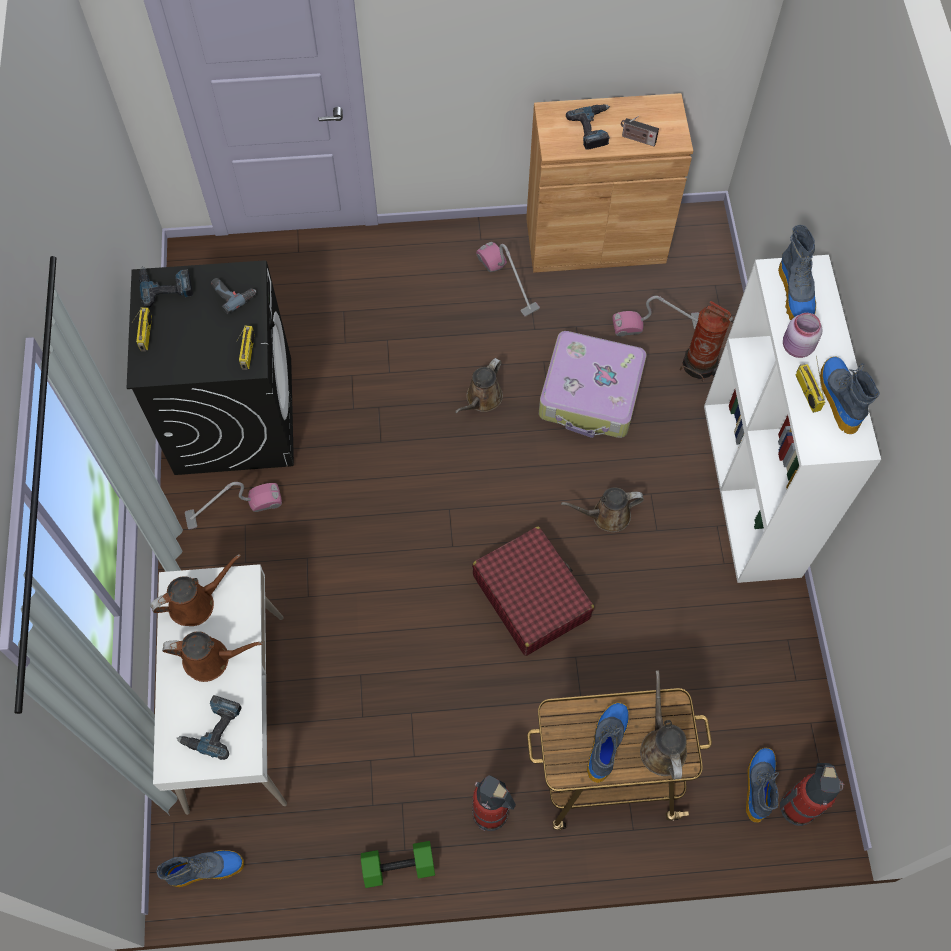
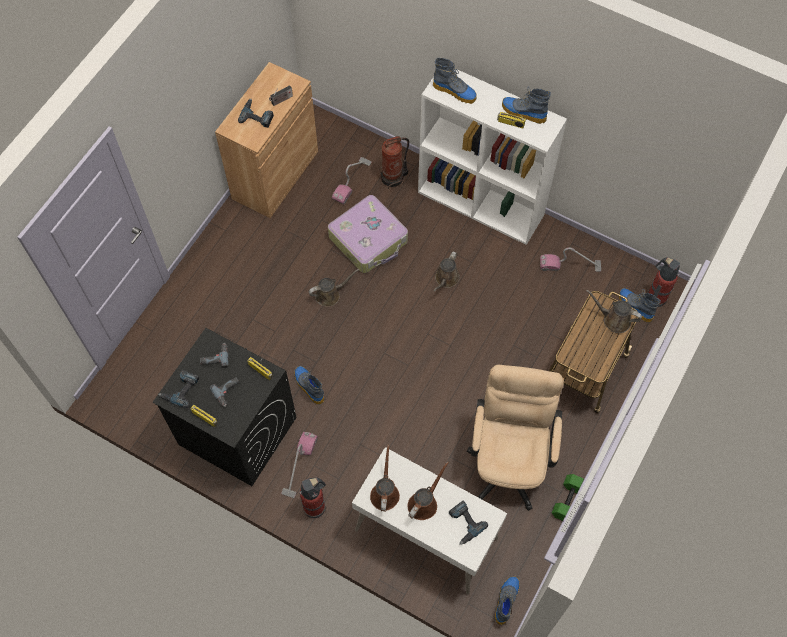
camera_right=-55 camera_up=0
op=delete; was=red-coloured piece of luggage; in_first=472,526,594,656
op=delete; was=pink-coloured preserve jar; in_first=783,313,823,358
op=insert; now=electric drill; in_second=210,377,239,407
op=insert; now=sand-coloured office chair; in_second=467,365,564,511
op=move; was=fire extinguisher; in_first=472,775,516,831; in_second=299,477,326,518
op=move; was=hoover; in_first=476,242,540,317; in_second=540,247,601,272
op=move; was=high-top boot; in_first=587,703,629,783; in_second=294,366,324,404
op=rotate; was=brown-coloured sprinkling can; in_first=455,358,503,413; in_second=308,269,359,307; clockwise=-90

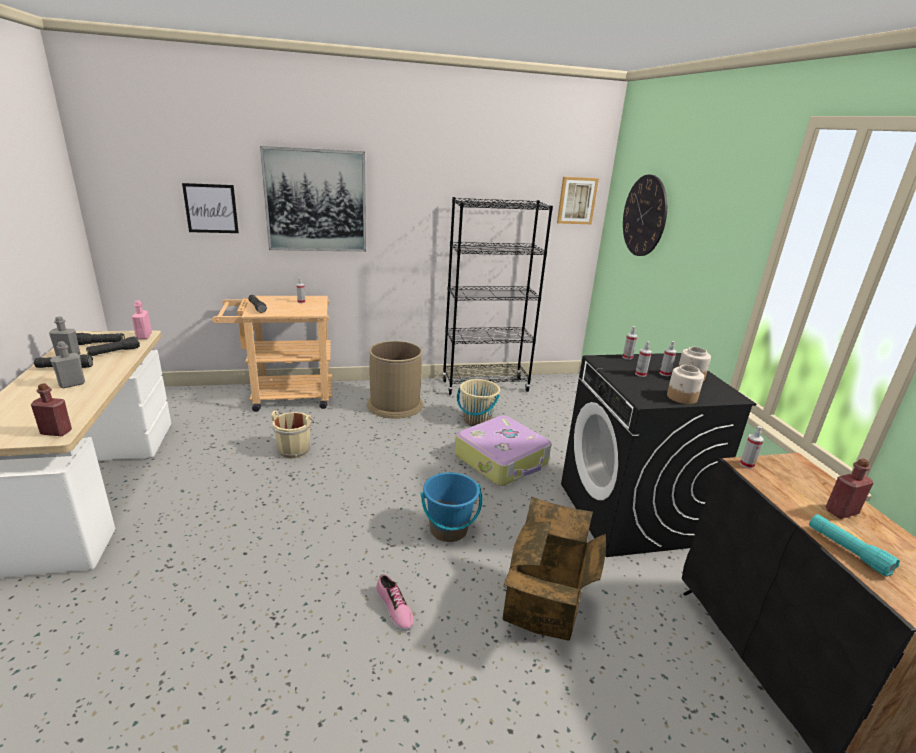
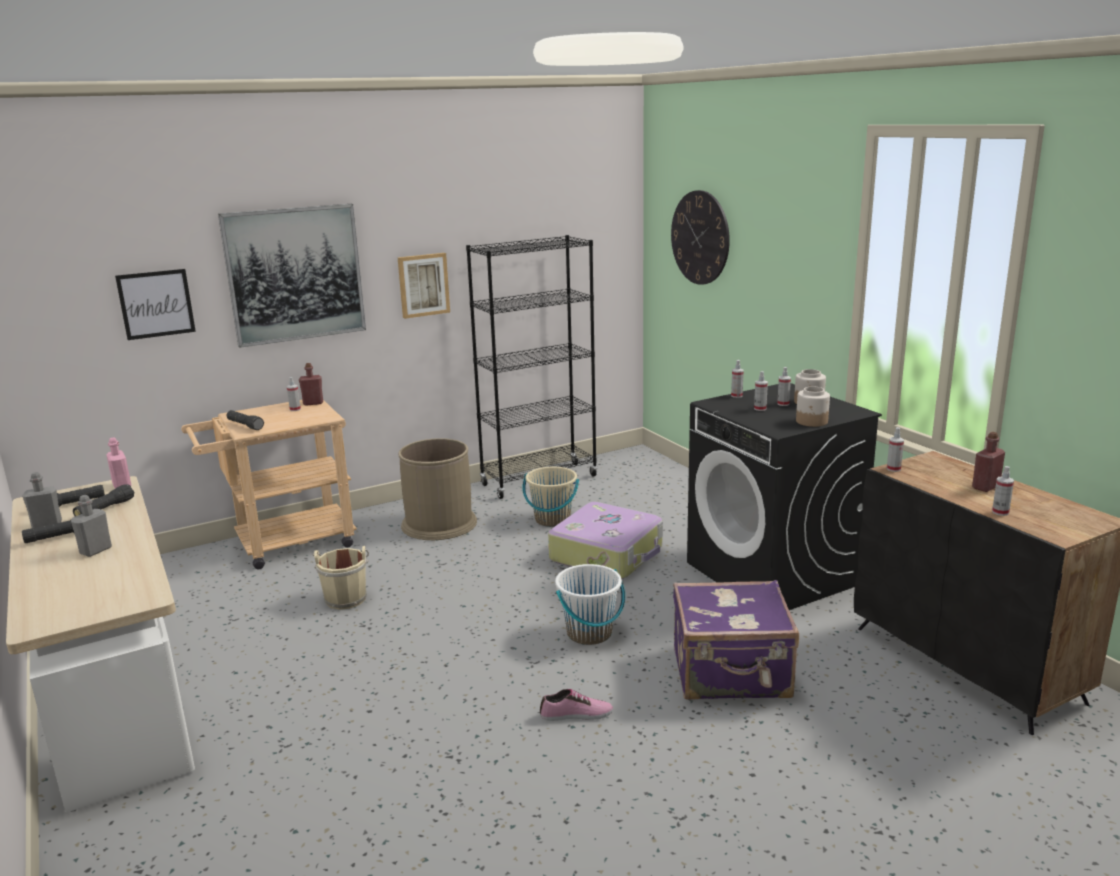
camera_right=-15 camera_up=-5
op=move; was=red-coloured beverage bottle; in_first=31,383,72,436; in_second=299,363,323,406
op=move; was=picture; in_first=557,177,599,224; in_second=398,253,450,319
op=replace; was=cardboard box; now=purplish piece of luggage; in_first=502,496,606,641; in_second=673,580,799,700
op=replace; was=turquoise flashlight; now=sprayer; in_first=809,514,900,576; in_second=992,466,1014,516
op=recolor; was=blue-coloured pail; now=whitish pail; in_first=420,472,482,542; in_second=555,564,625,645
op=rotate; was=low shoe; in_first=376,574,414,631; in_second=540,689,613,721; clockwise=-45

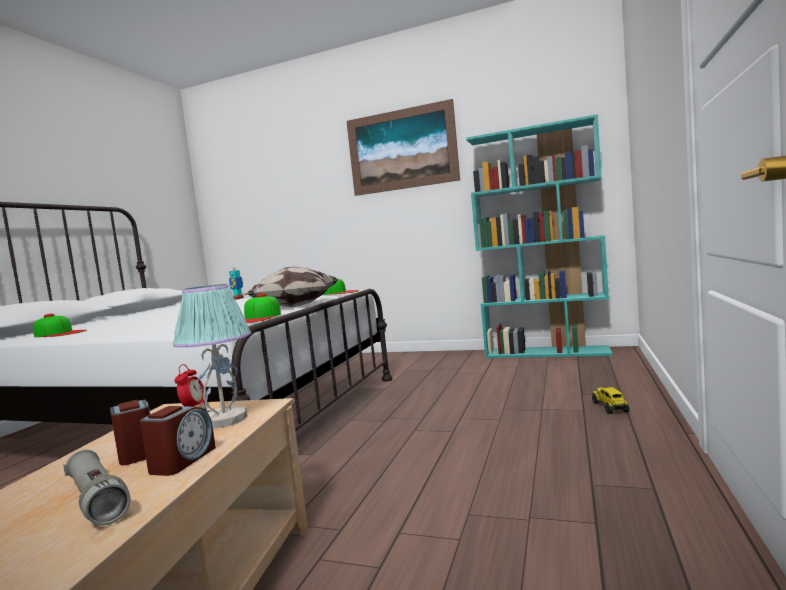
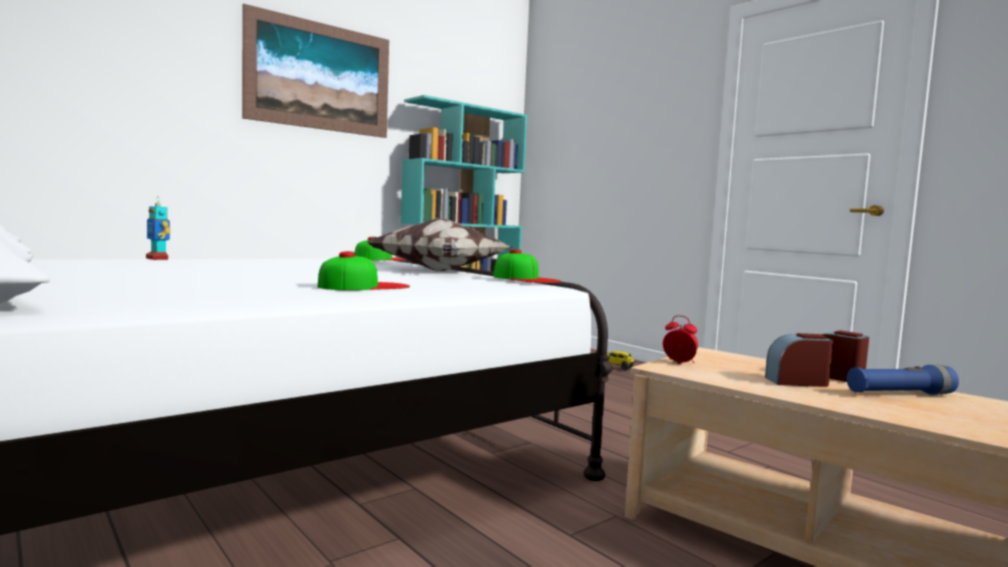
camera_right=-60 camera_up=0
op=delete; was=tabletop lamp; in_first=173,284,251,428
op=move; was=baseball cap; in_first=33,314,87,337; in_second=318,251,410,290
op=recolor; was=grey flashlight; now=blue-coloured flashlight; in_first=63,449,131,526; in_second=847,365,959,395

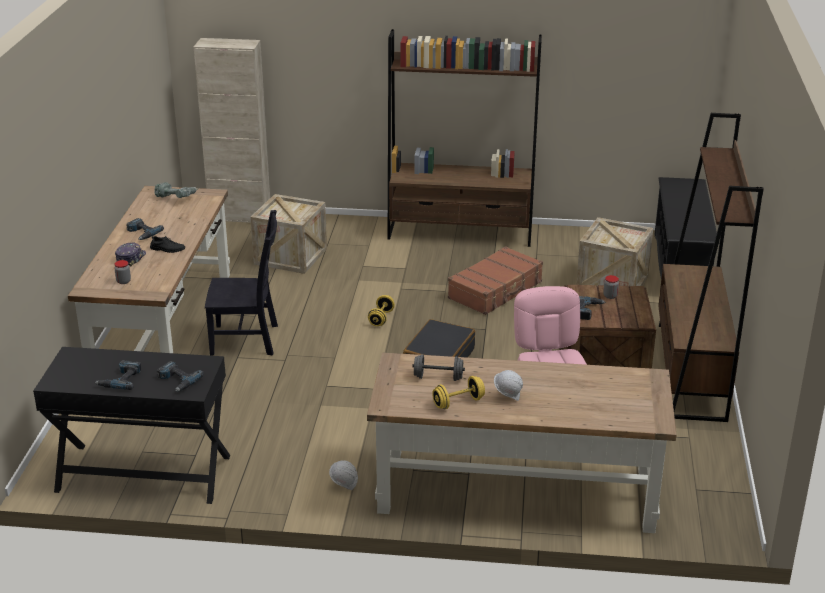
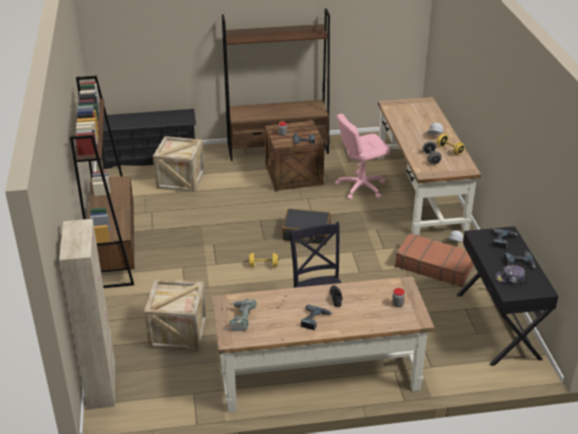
camera_right=-105 camera_up=5
op=move; was=baseball cap; in_first=115,243,146,266; in_second=495,265,525,284
op=move; was=brown-coloured piece of luggage; in_first=448,246,543,315; in_second=395,233,474,287

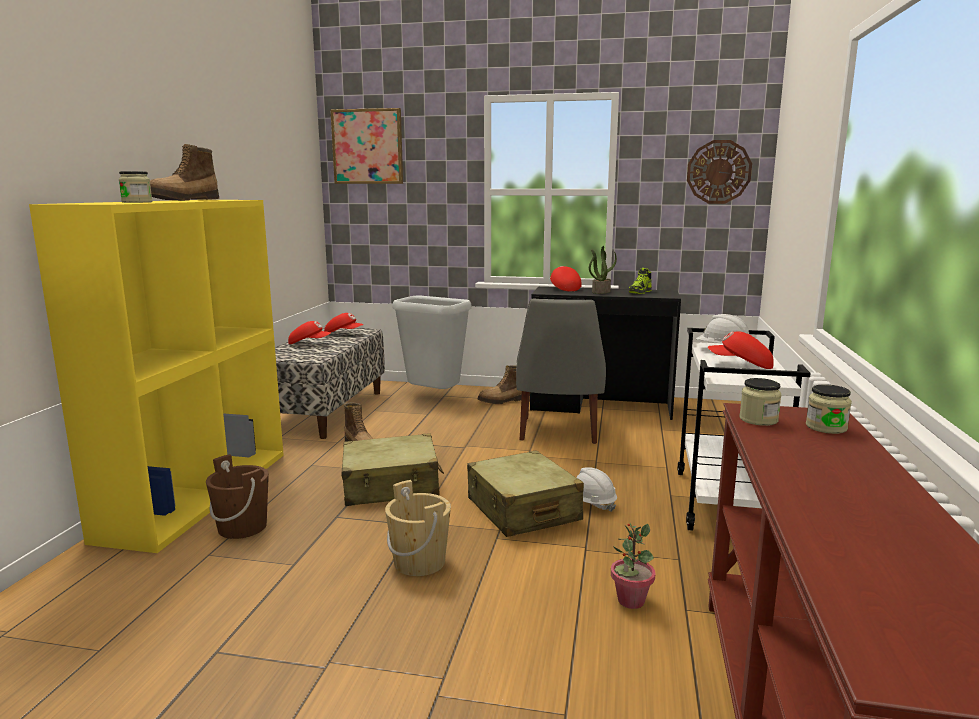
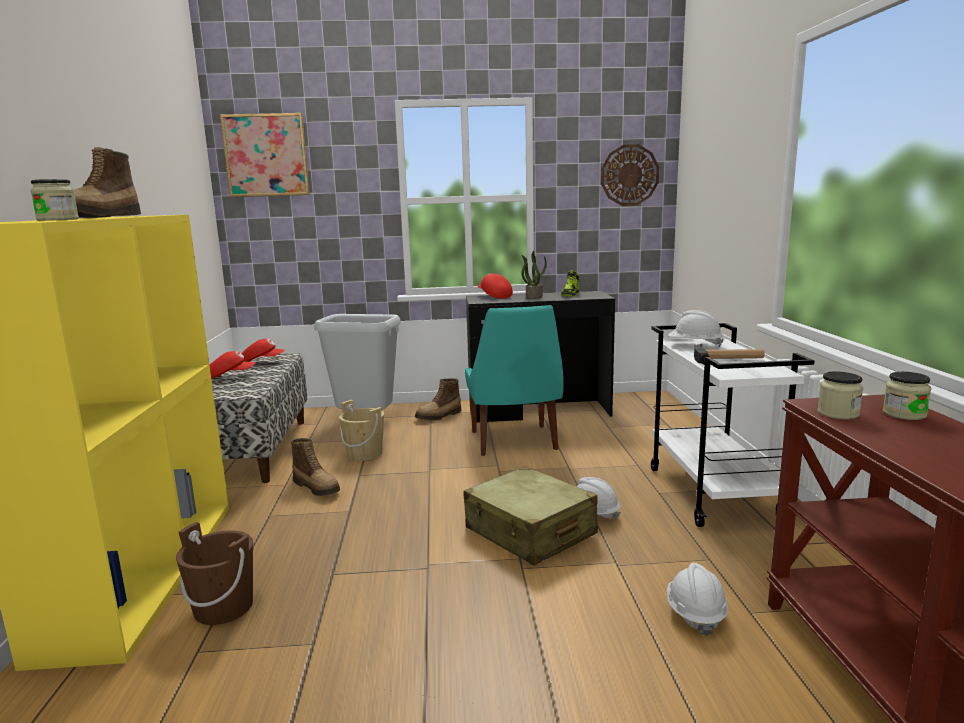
camera_right=-15 camera_up=0
op=delete; was=sand-coloured piece of luggage; in_first=341,433,444,506
op=move; was=sand-coloured pail; in_first=385,480,451,576; in_second=339,400,384,461
op=replace; was=houseplant; now=whitish safety helmet; in_first=611,523,655,609; in_second=667,563,728,636
op=replace; was=red-coloured baseball cap; now=hammer; in_first=708,331,774,369; in_second=694,344,765,365
op=recolor; was=grey upright chair; now=turquoise upright chair; in_first=516,299,606,444; in_second=465,305,564,456

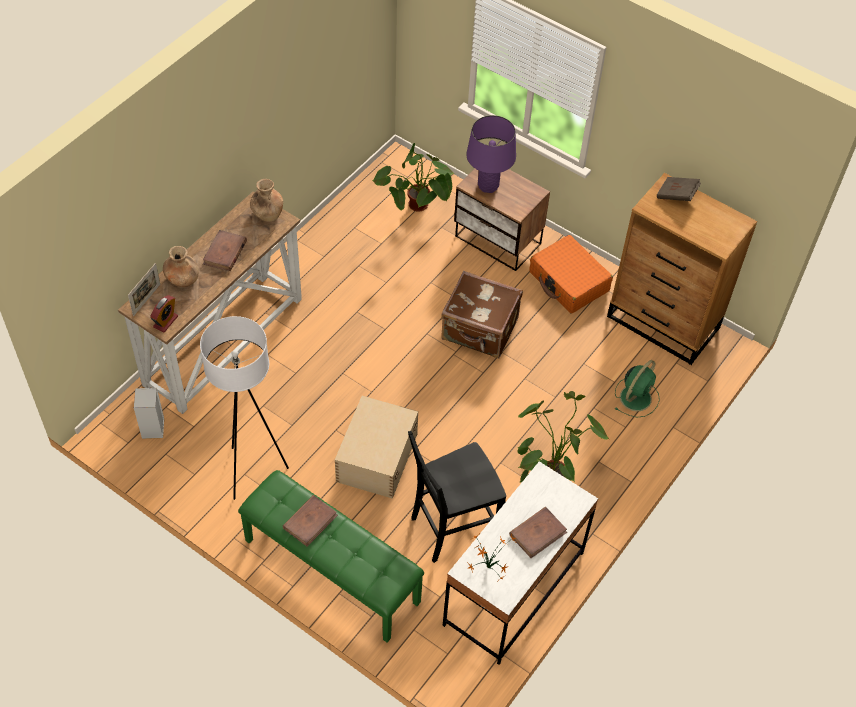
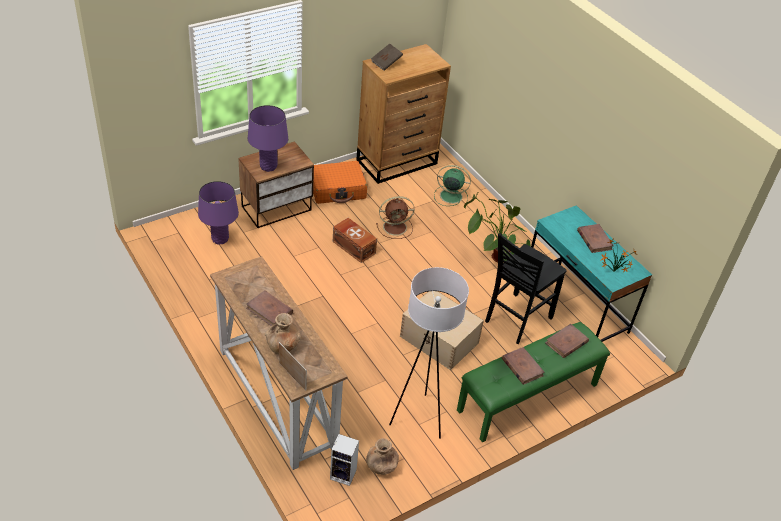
camera_right=-70 camera_up=-10
op=delete; was=alarm clock; in_first=150,295,178,332
op=insert; now=brown-coloured cooling fan; in_second=376,196,415,239
op=insert; now=brown-coloured volume; in_second=545,324,589,358
op=move; was=brown-coloured flower vase; in_first=250,179,283,222; in_second=366,438,399,475
op=replace; was=houseplant; now=purplish tabletop lamp; in_first=372,143,455,212; in_second=198,181,239,244
op=replace; was=brown-coloured piece of luggage; now=brown-coloured storage container; in_first=441,271,523,358; in_second=333,218,377,263
op=recolor; was=whitish desk; now=turquoise desk; in_first=443,461,598,665; in_second=531,205,652,342
op=rotate; was=blackish upright chair; in_first=408,431,506,563; in_second=485,233,567,344; clockwise=45
op=rotate; was=greenish cooling fan; in_first=615,360,660,418; in_second=434,165,471,206; clockwise=-45

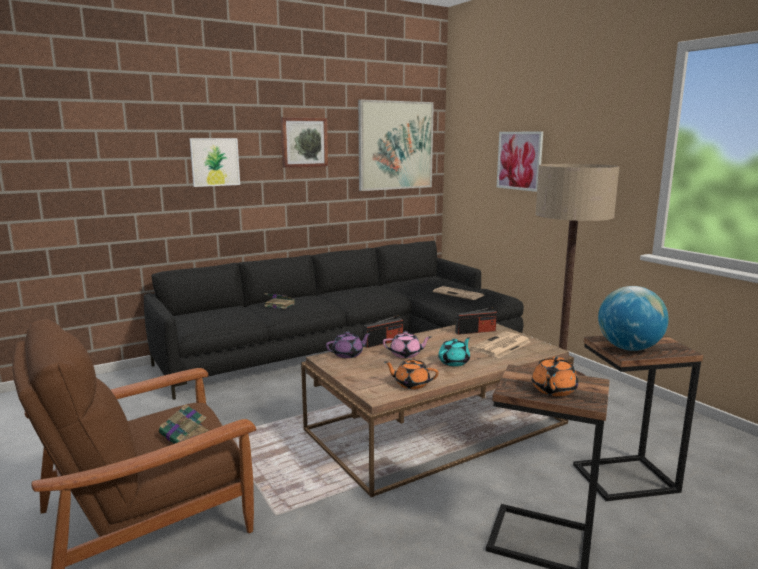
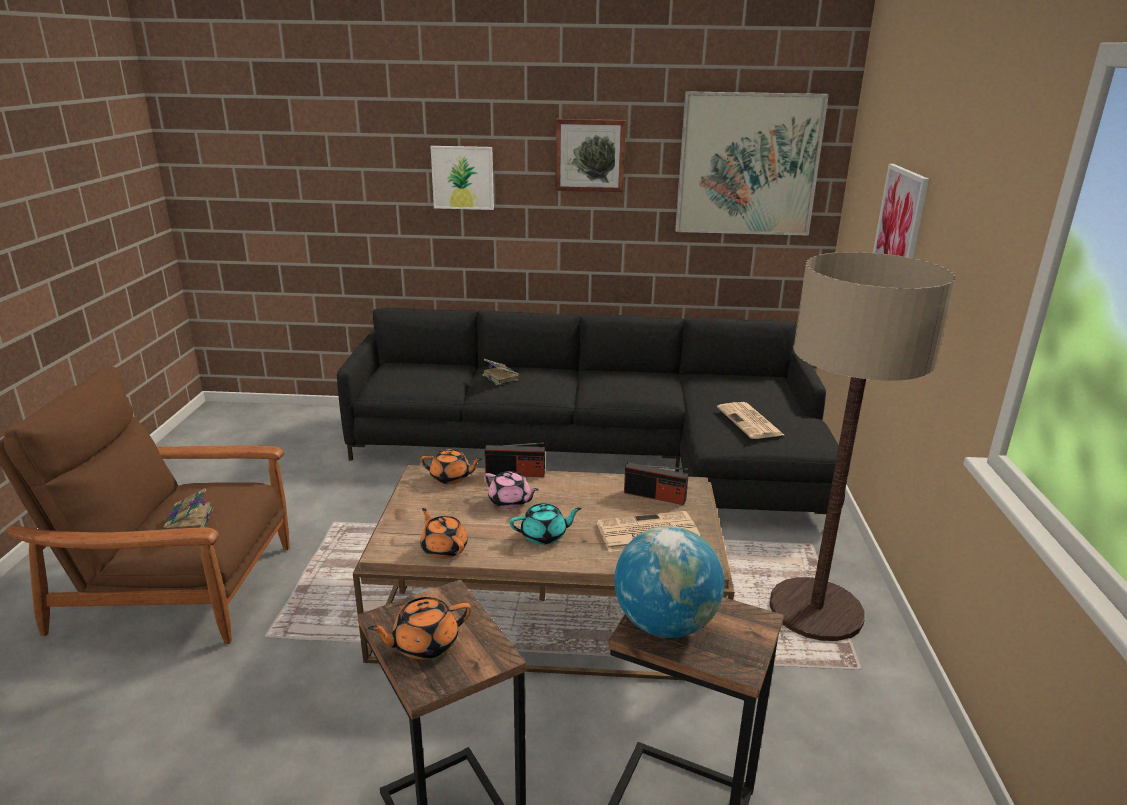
camera_right=35 camera_up=10
op=recolor; was=purplish teapot; now=orangey teapot; in_first=326,332,371,358; in_second=420,449,482,484

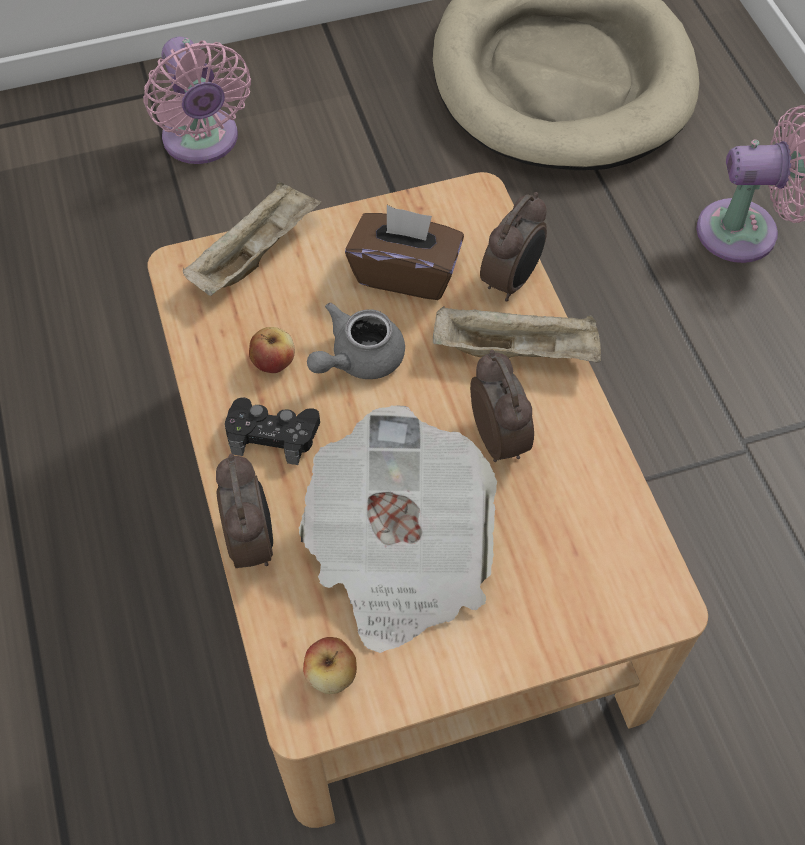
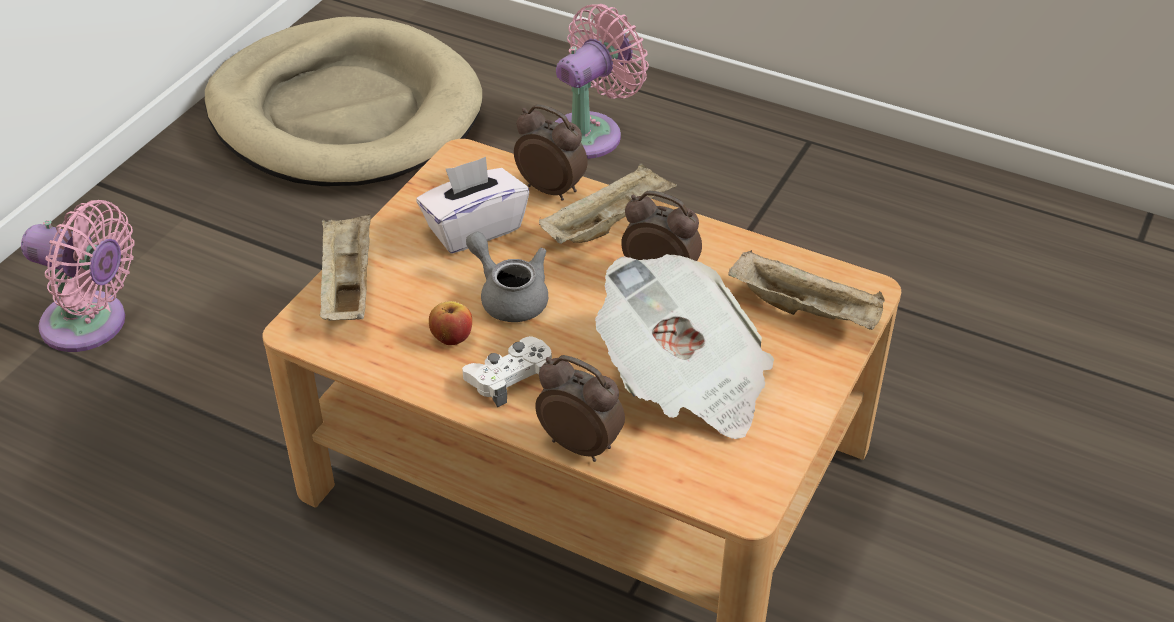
camera_right=-45 camera_up=-15
op=delete; was=apple; in_first=303,637,357,694
op=insert; now=sand-coloured serving tray; in_second=728,250,885,330
op=recolor; was=blackish gamepad; now=whitish gamepad; in_first=225,397,320,465; in_second=462,336,552,407
op=recolor; was=brown-coloured tissue holder; now=whitish tissue holder; in_first=345,205,464,300; in_second=416,157,529,254
op=rotate; was=grey teapot; in_first=307,303,405,379; in_second=466,232,548,322; clockwise=135
op=rotate; was=alarm clock; in_first=480,192,547,302; in_second=514,104,588,201; clockwise=-45

